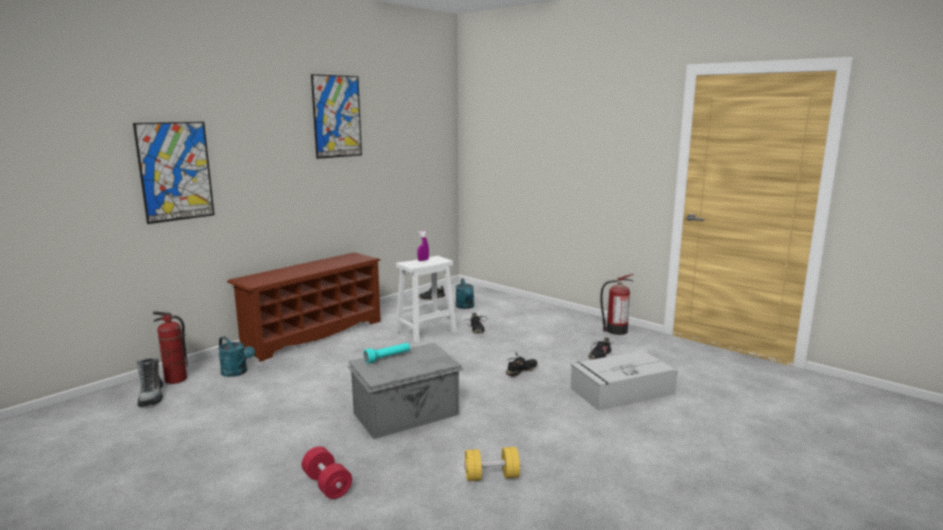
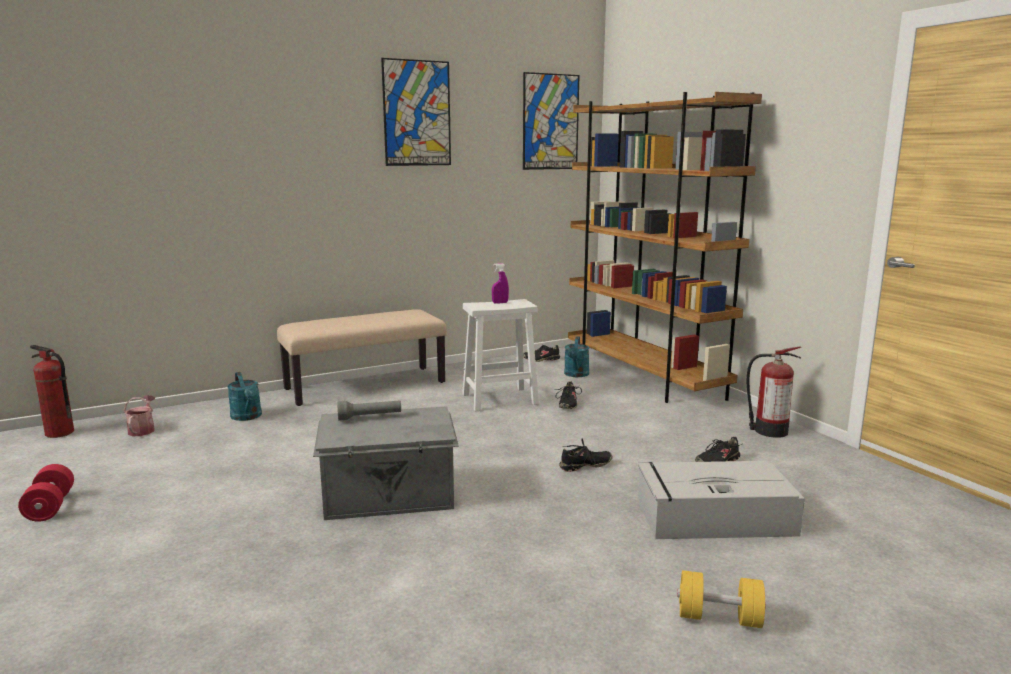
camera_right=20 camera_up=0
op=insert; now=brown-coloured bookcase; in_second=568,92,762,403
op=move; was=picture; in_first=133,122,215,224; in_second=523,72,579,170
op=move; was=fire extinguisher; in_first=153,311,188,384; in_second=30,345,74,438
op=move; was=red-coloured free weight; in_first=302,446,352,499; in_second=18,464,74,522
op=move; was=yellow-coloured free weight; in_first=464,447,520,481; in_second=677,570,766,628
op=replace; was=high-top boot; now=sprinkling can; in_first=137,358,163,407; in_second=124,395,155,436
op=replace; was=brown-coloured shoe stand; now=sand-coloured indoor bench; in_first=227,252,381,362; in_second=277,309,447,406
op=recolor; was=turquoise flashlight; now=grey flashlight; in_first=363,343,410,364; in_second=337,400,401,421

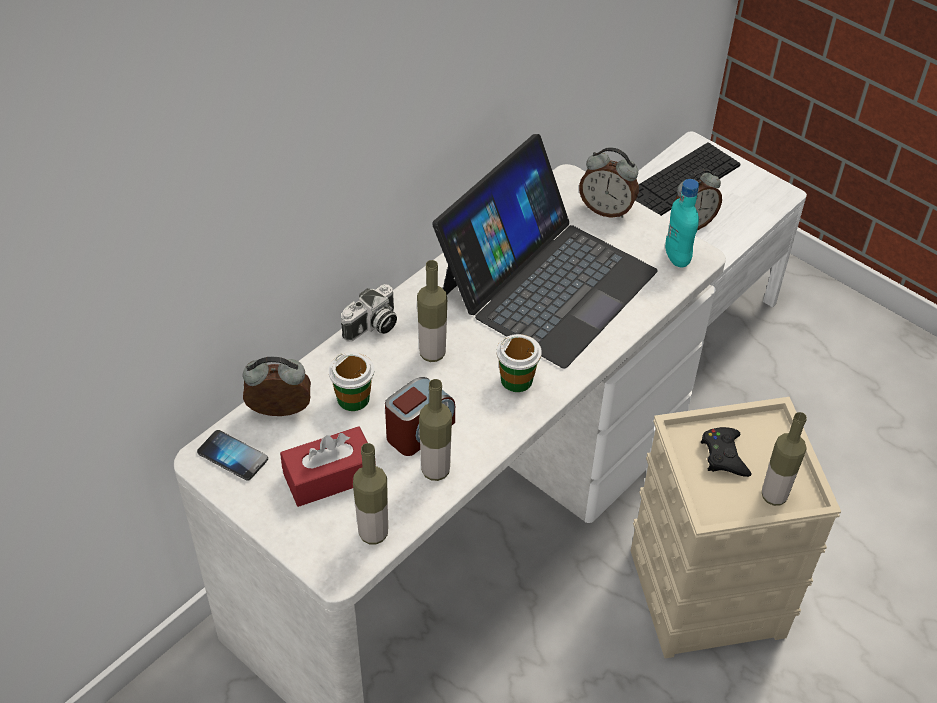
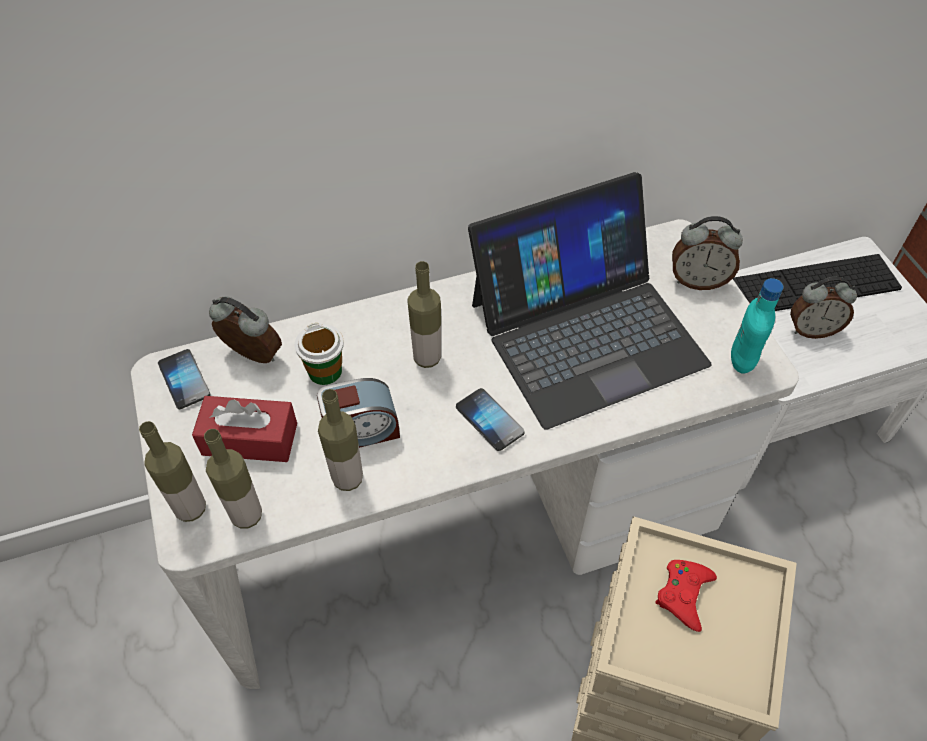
camera_right=30 camera_up=5
op=delete; was=photo camera; in_first=341,284,397,342
op=move; was=beverage bottle; in_first=762,412,807,506; in_second=139,421,206,522
op=replace; was=drinking cup; now=telephone; in_first=497,334,542,392; in_second=456,388,525,451
op=recolor; was=blackish gamepad; now=red-coloured gamepad; in_first=701,427,752,477; in_second=655,560,717,632
op=rotate; was=alarm clock; in_first=579,147,639,218; in_second=672,216,743,290; clockwise=-45

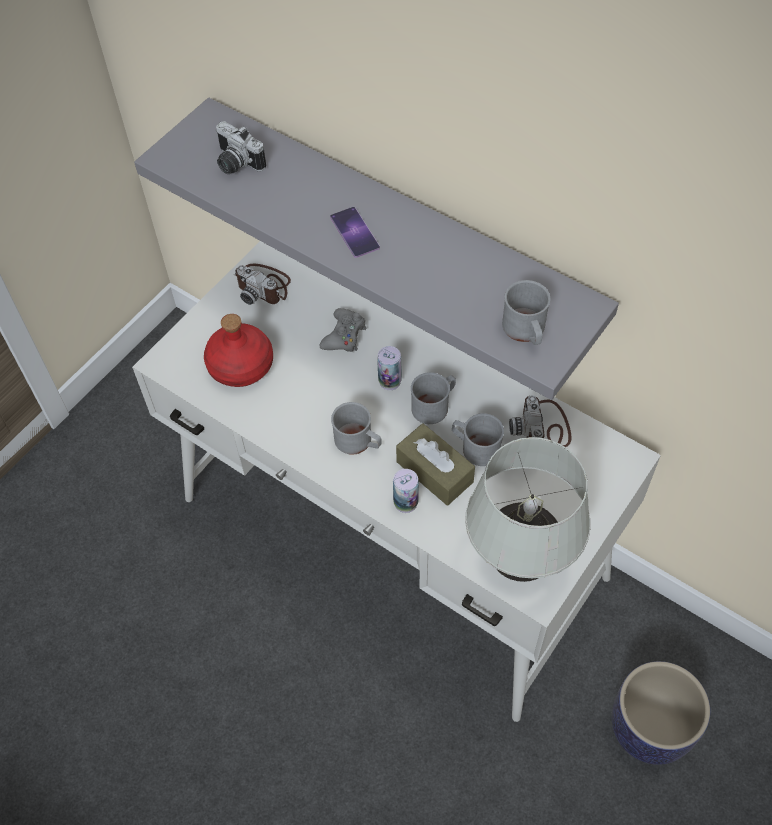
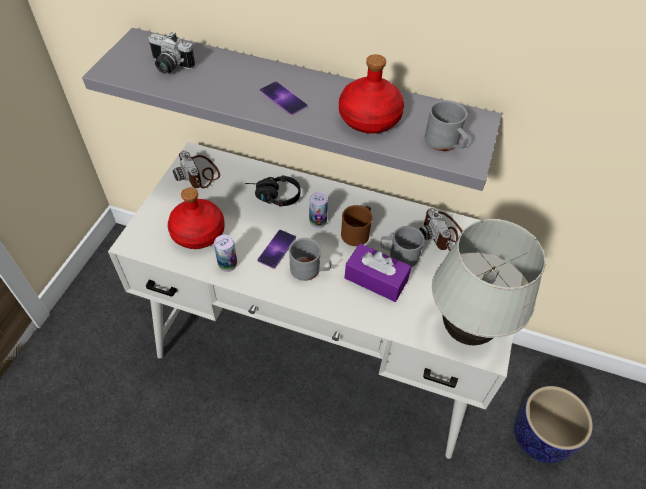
camera_right=-20 camera_up=-5
op=insert; now=telephone; in_second=257,230,296,269
op=insert; now=red-coloured beverage bottle; in_second=339,54,404,134
op=move; was=metal can; in_first=393,469,419,513; in_second=214,235,237,272
op=replace; was=grey gamepad; now=blackish headphones; in_first=319,308,366,352; in_second=245,175,300,207
op=recolor; was=brown-coloured tissue holder; now=purplish tissue holder; in_first=396,423,475,506; in_second=344,243,411,302
op=recolor; was=grey coffee mug; now=brown-coloured coffee mug; in_first=411,372,456,424; in_second=341,205,373,246
op=rotate; was=photo camera; in_first=234,264,291,305; in_second=173,151,220,188; clockwise=45

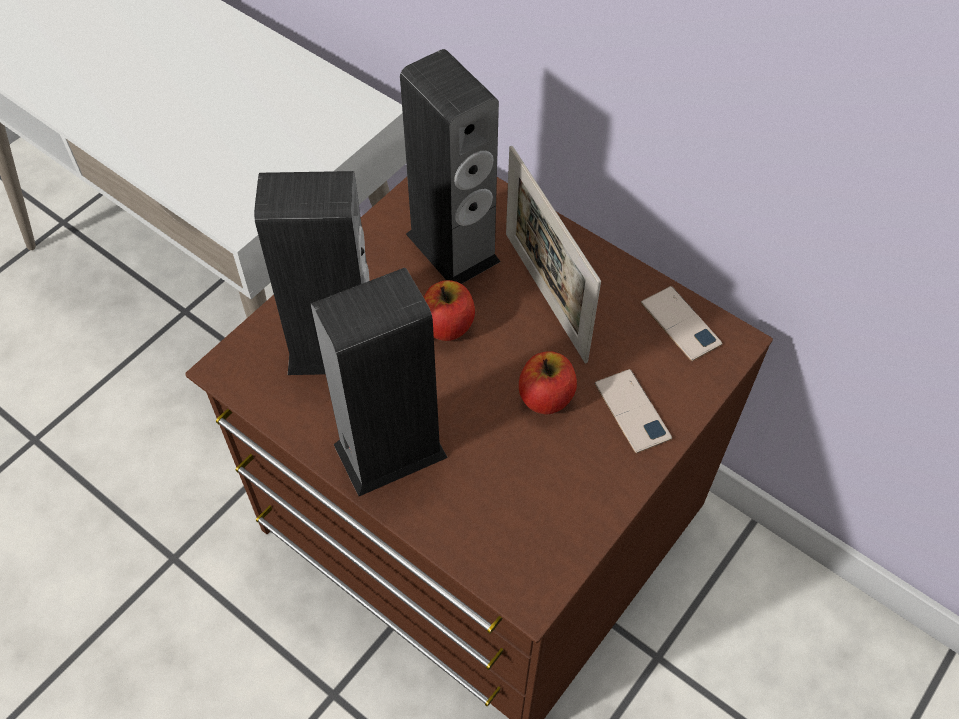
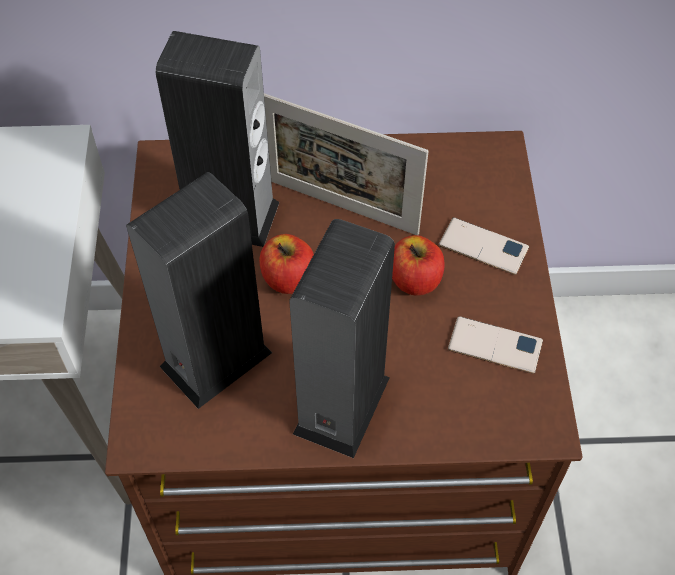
camera_right=-40 camera_up=0
op=move; was=telephone; in_first=641,286,723,361; in_second=448,316,543,374

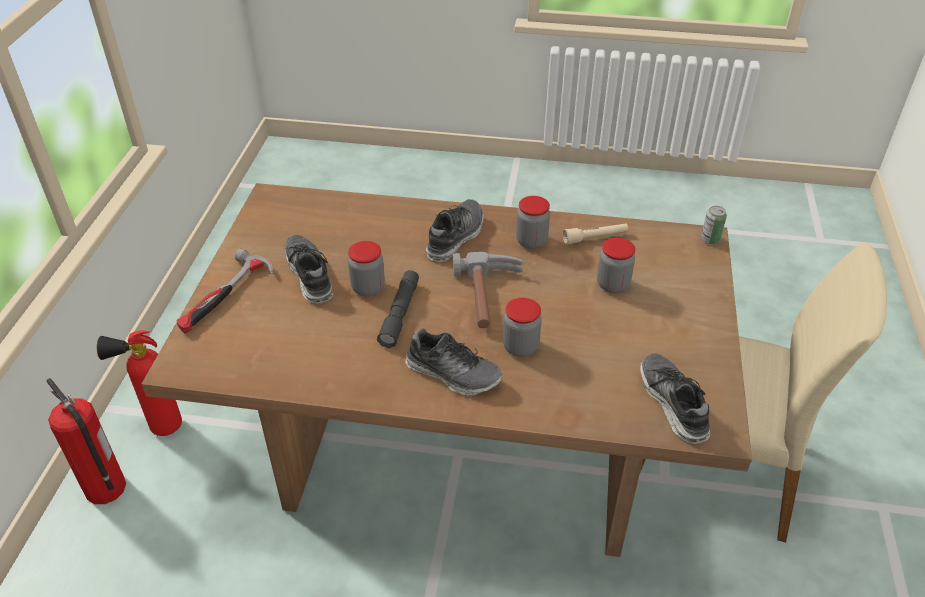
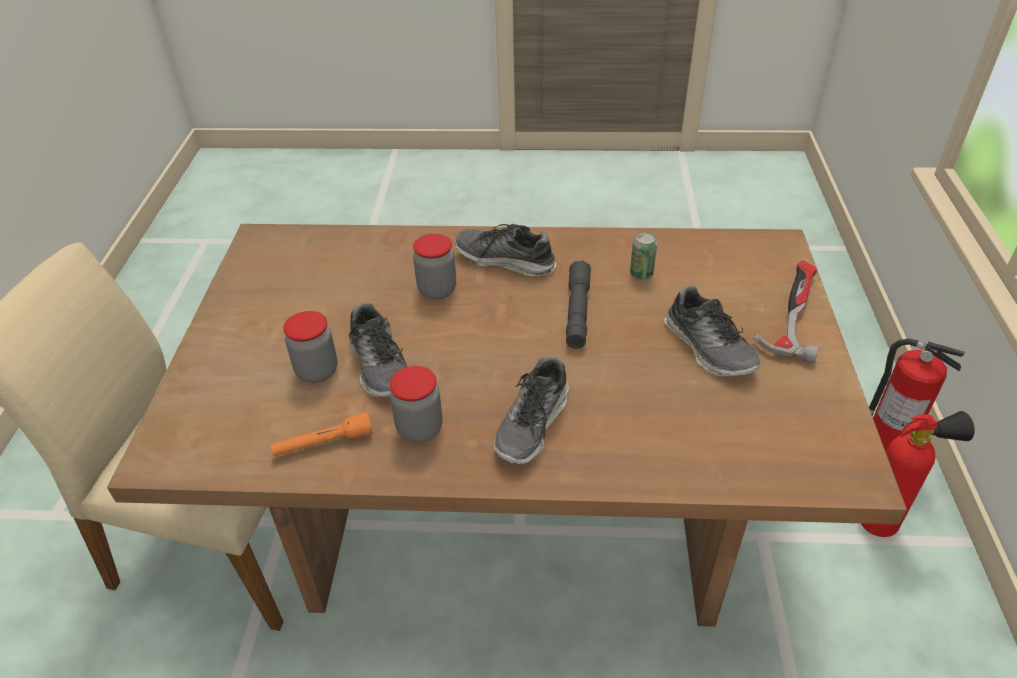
camera_right=175 camera_up=0
op=delete; was=preserve jar; in_first=348,241,385,297
op=delete; was=hammer; in_first=453,252,524,328
op=move; was=low shoe; in_first=640,354,710,444; in_second=349,303,408,397
op=move; was=metal can; in_first=701,206,727,244; in_second=630,232,657,280
op=recolor; was=sand-coloured flashlight; now=orangey flashlight; in_first=563,223,628,245; in_second=270,412,373,456

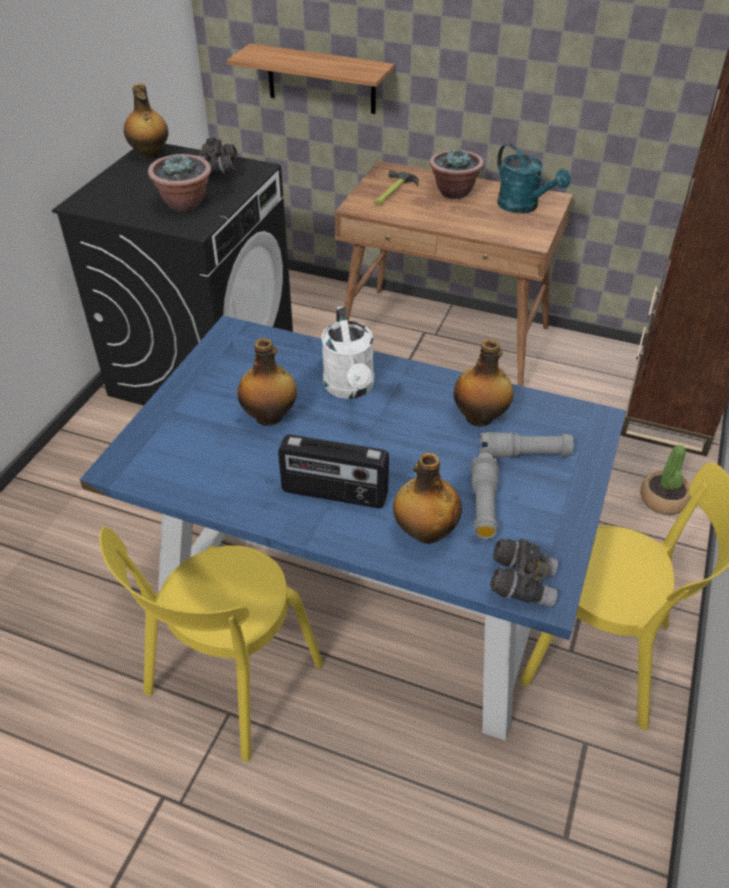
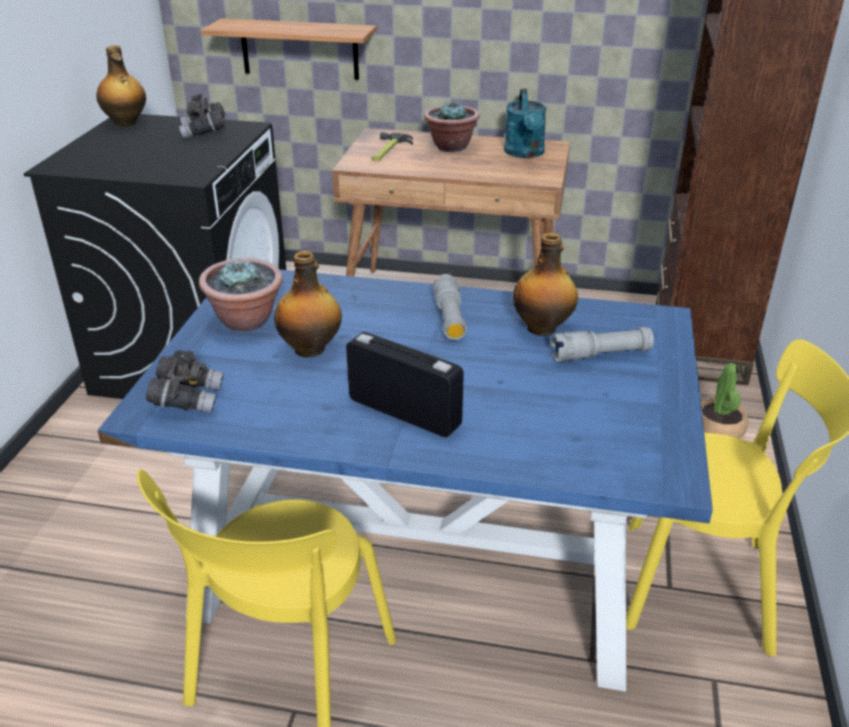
camera_right=-10 camera_up=-10
op=delete; was=whitish sprinkling can; in_first=321,306,374,399
op=delete; was=beverage bottle; in_first=393,453,462,544
op=move; was=houseplant; in_first=148,154,211,212; in_second=199,258,283,332
op=move; was=grey flashlight; in_first=471,453,498,539; in_second=433,274,467,340
op=move; was=grey binoculars; in_first=490,539,558,608; in_second=146,350,224,413
op=rotate; was=radio set; in_first=278,434,389,508; in_second=346,332,464,437; clockwise=-150
op=rotate; was=turquoise sprinkling can; in_first=497,143,571,214; in_second=504,88,547,158; clockwise=45

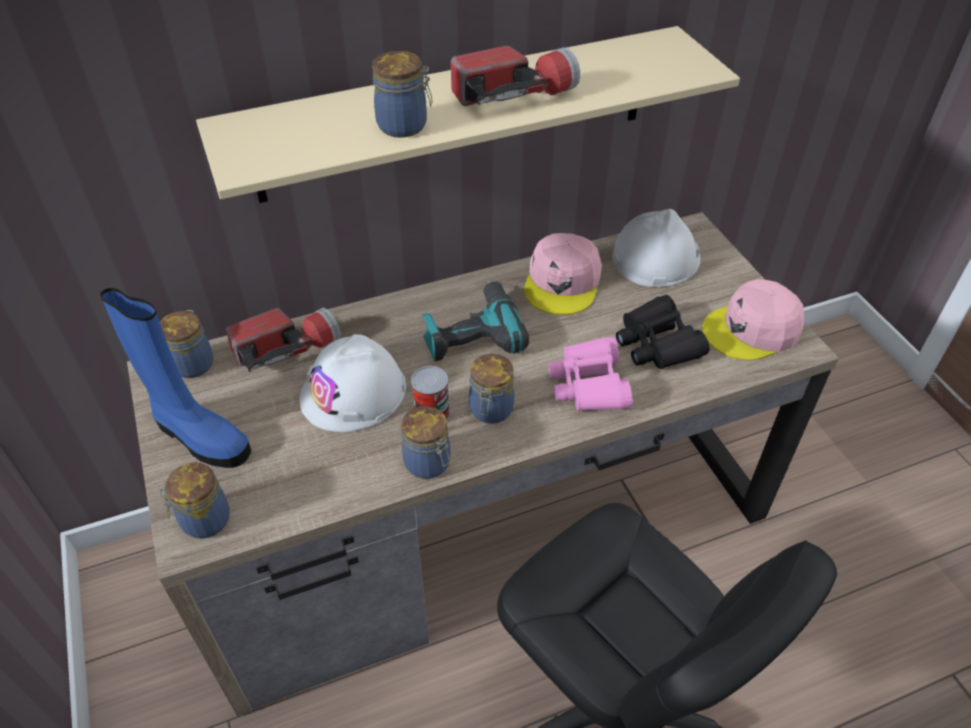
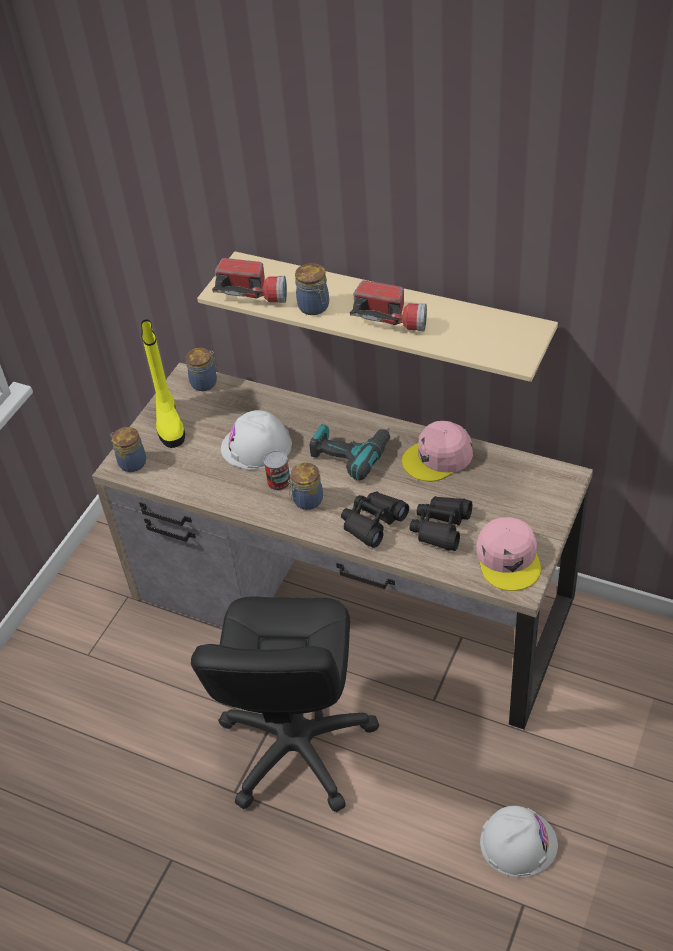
camera_right=50 camera_up=0
op=delete; was=preserve jar; in_first=401,406,451,479
op=move; was=flashlight; in_first=226,308,341,372; in_second=212,258,287,303
op=move; was=whitish safety helmet; in_first=612,209,701,287; in_second=480,806,558,877
op=recolor; was=blue-coloured high-top boot; now=yellow-coloured high-top boot; in_first=100,288,251,468; in_second=141,319,185,448
op=recolor; was=pink-coloured binoculars; now=blackish binoculars; in_first=548,337,633,411; in_second=341,491,409,548
op=rotate; was=pink-coloured baseball cap; in_first=702,279,805,361; in_second=476,517,541,591; clockwise=-120

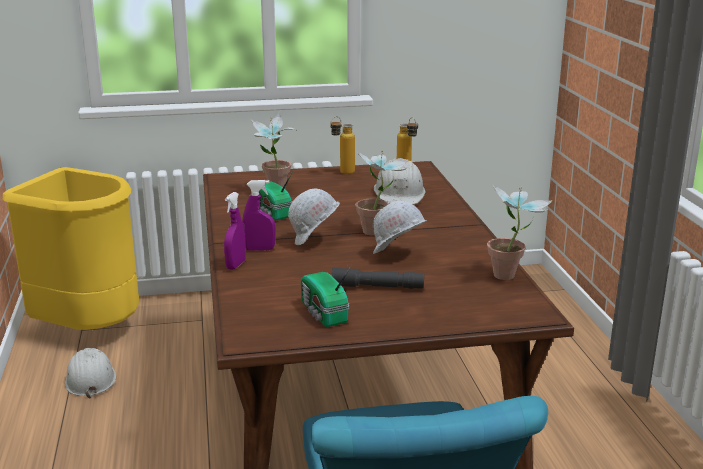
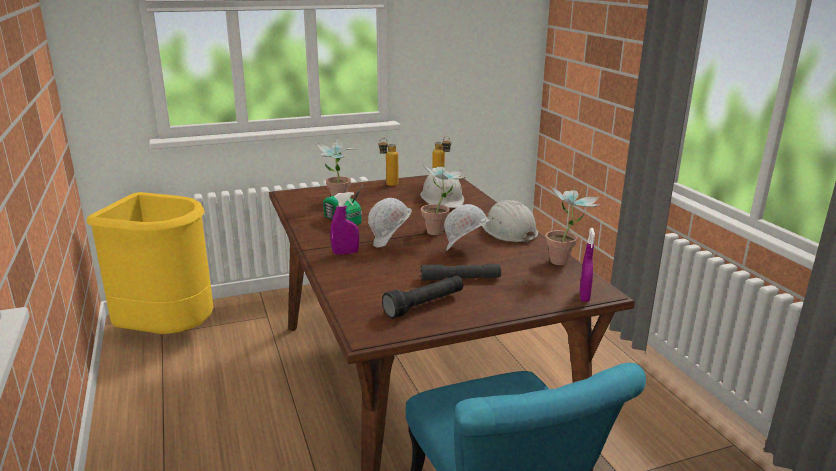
camera_right=-10 camera_up=0
op=move; was=whitish safety helmet; in_first=65,348,116,398; in_second=482,200,538,244
op=move; was=purplish sprayer; in_first=224,192,246,270; in_second=580,228,595,302
op=replace; was=radio set; now=blackish flashlight; in_first=301,266,351,327; in_second=382,276,463,319

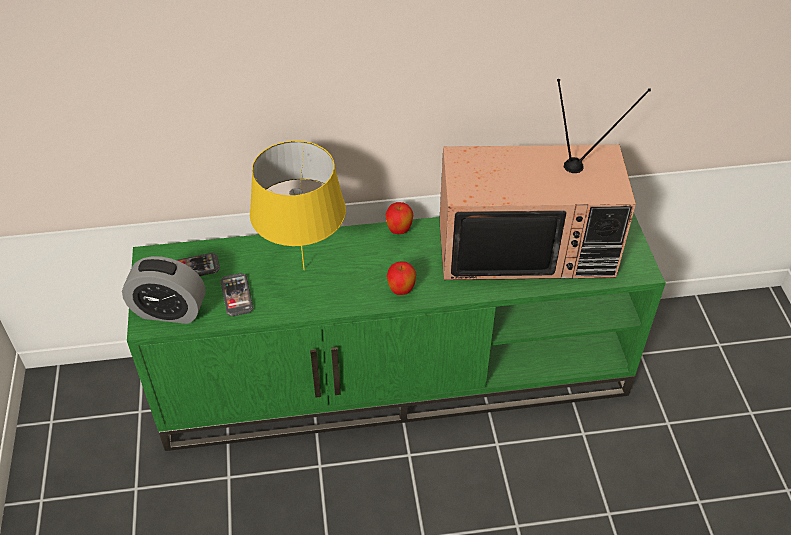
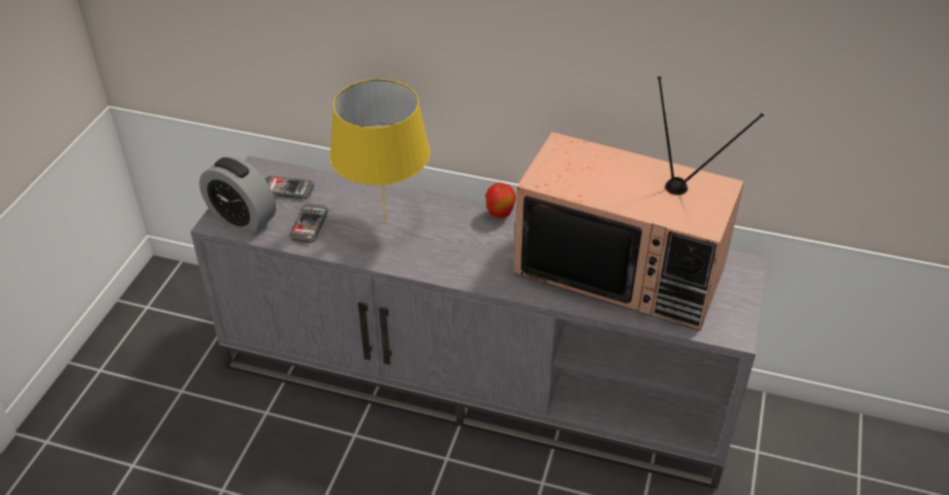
camera_right=25 camera_up=-5
op=delete; was=apple; in_first=387,262,416,295
op=recolor; was=greenish tv stand; now=grey tv stand; in_first=127,213,666,451; in_second=191,156,768,489

